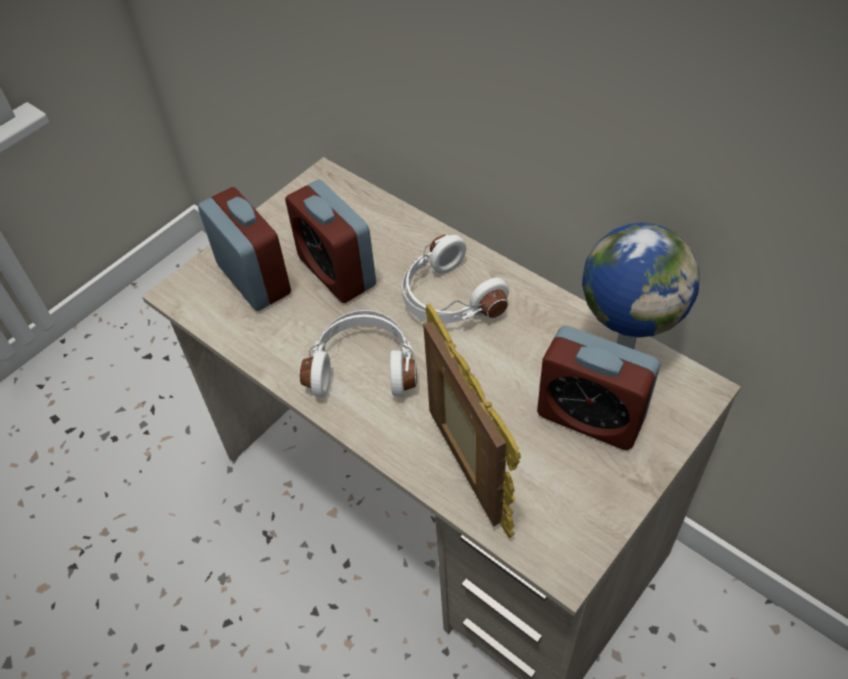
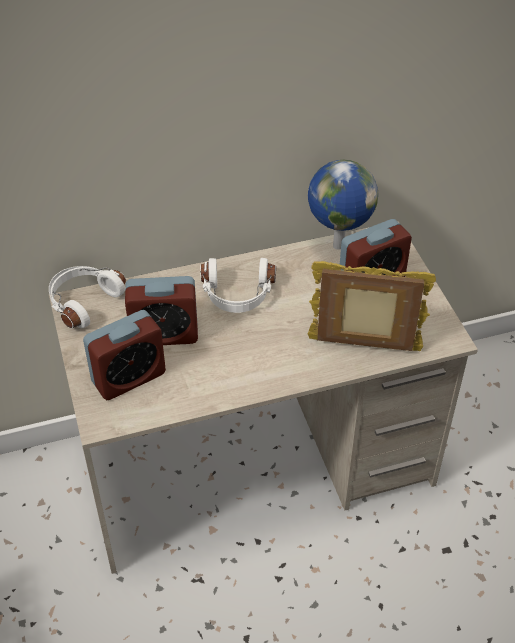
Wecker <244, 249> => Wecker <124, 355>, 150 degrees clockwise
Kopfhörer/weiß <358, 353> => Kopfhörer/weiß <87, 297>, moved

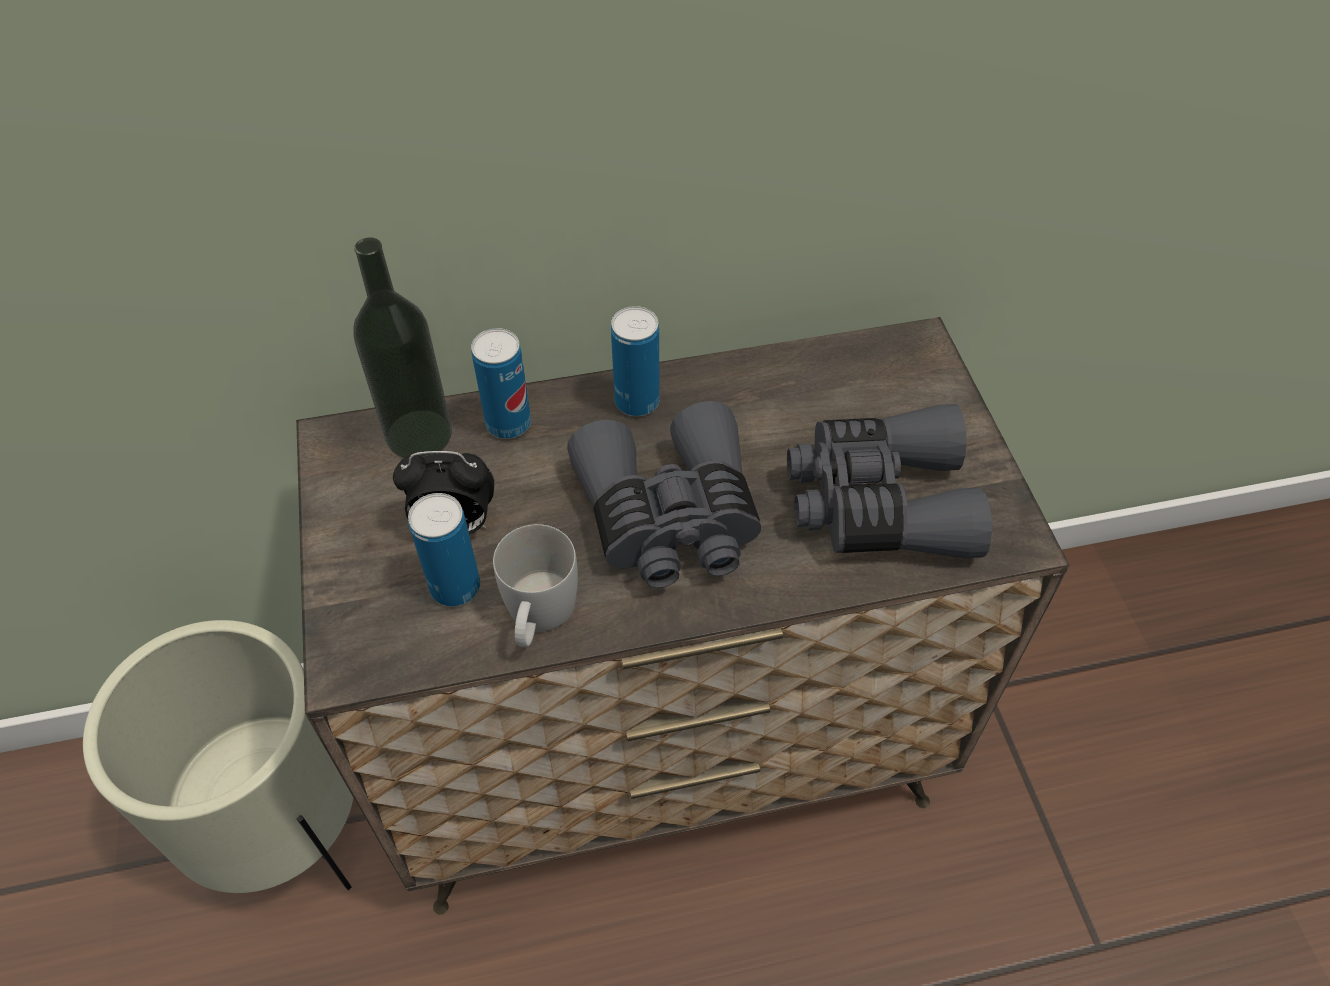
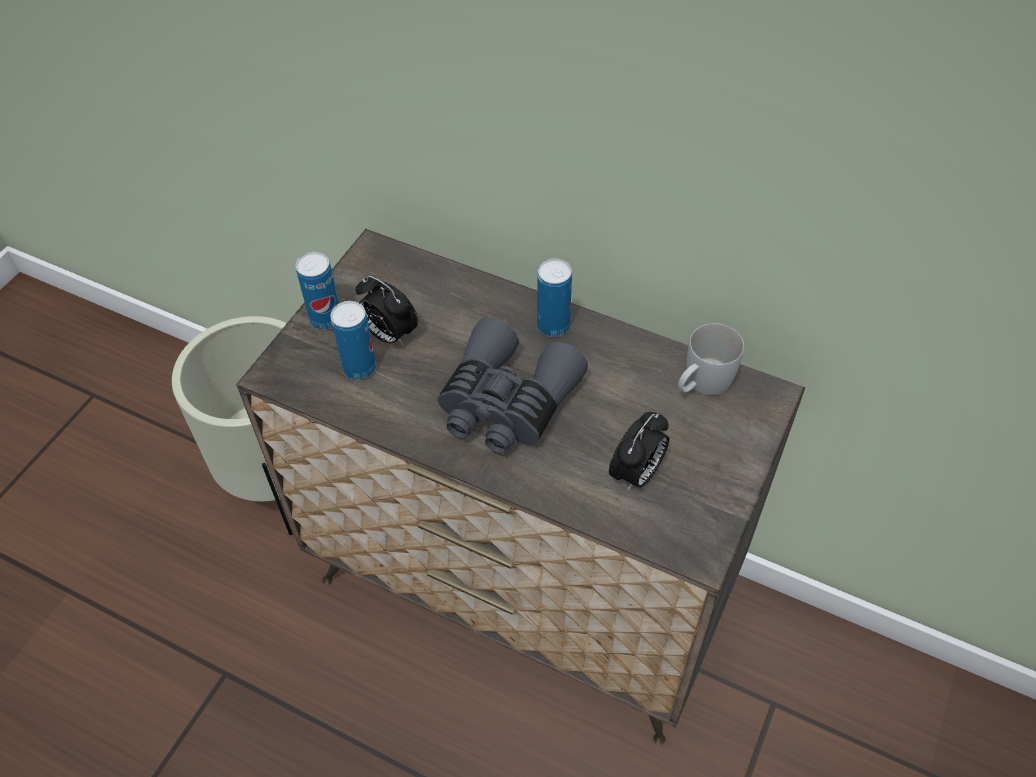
Flasche <402, 347> => nothing
Dose <501, 383> => Dose <317, 291>, moved
Henkelbecher/weiß <535, 585> => Henkelbecher/weiß <711, 359>, moved
Fernglas/grau <889, 481> => Wecker <639, 451>

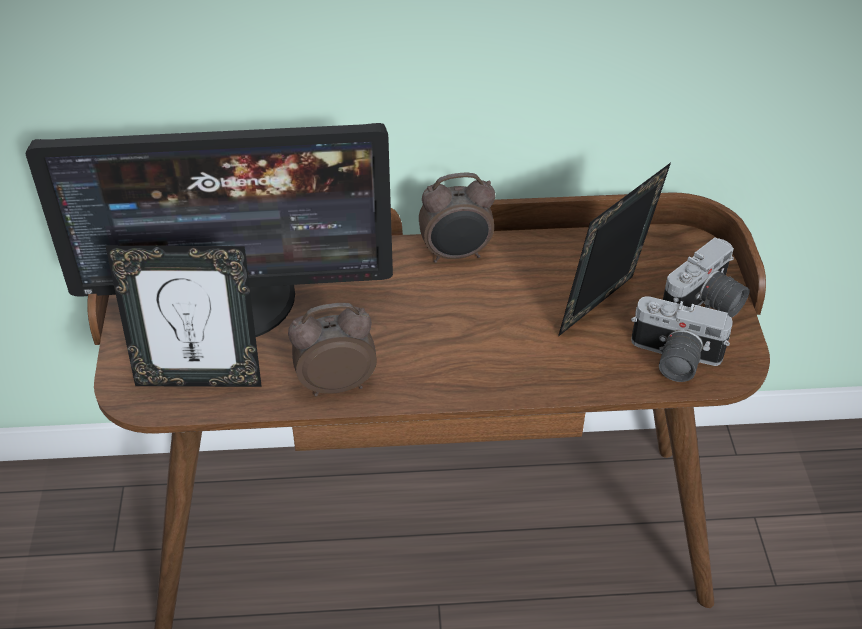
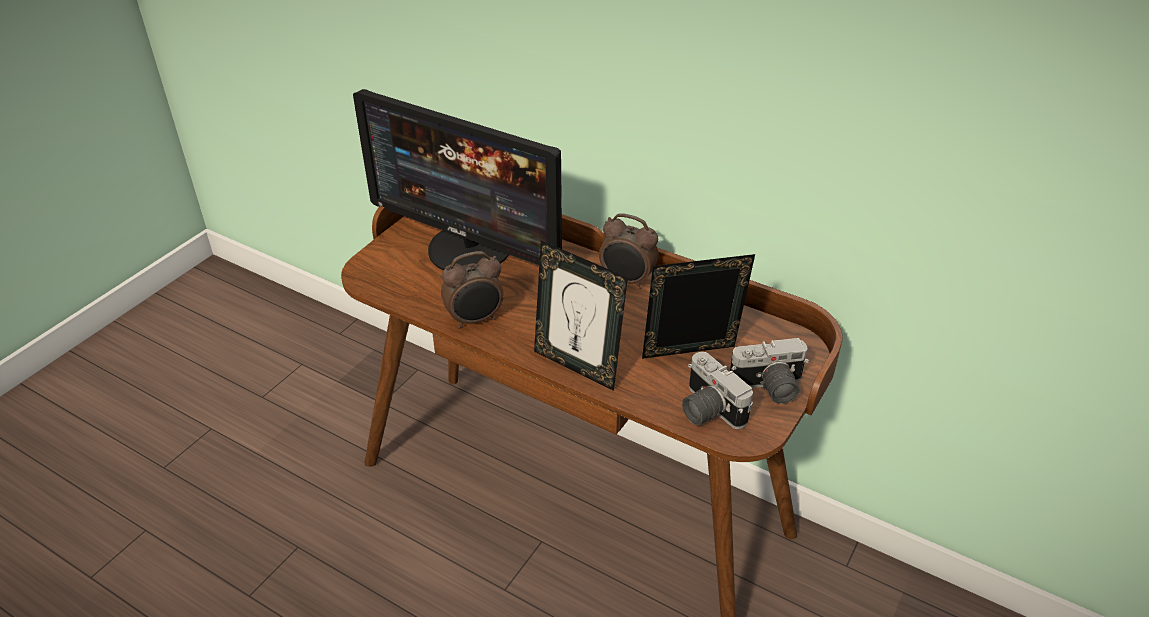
Bilderrahmen <184, 316> => Bilderrahmen <581, 315>, moved
Wecker <332, 349> => Wecker <472, 290>, 135 degrees clockwise

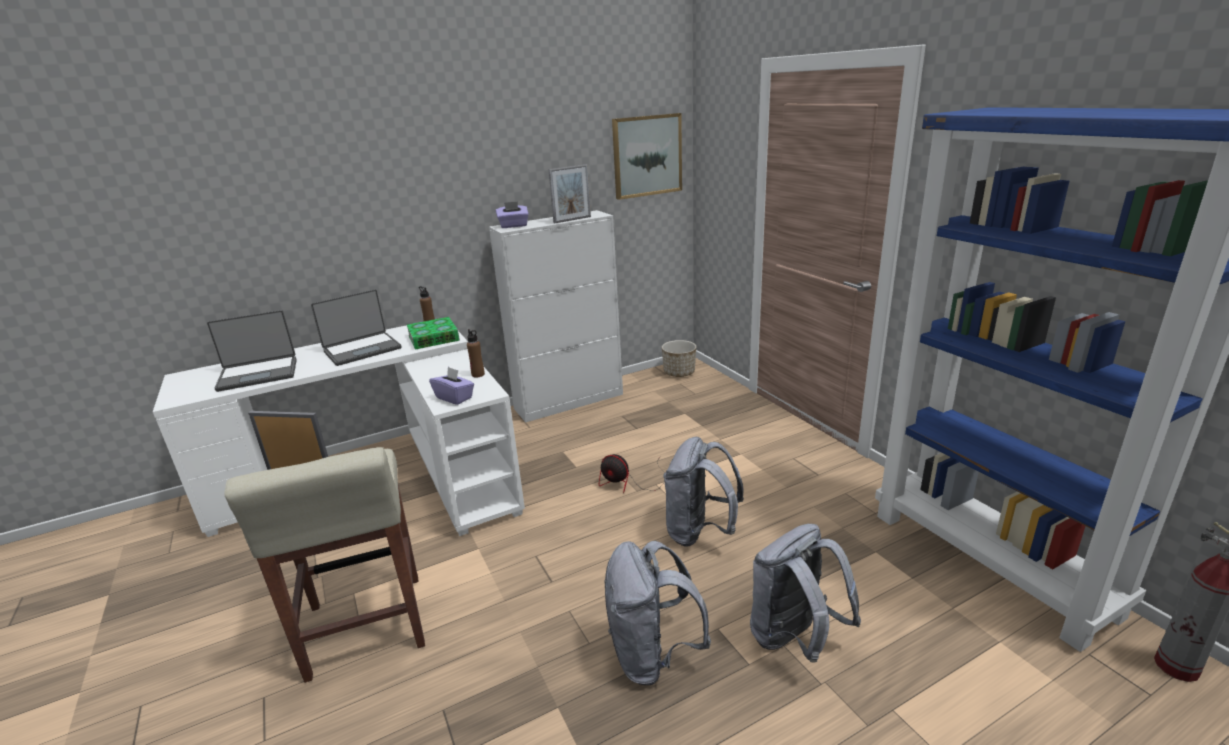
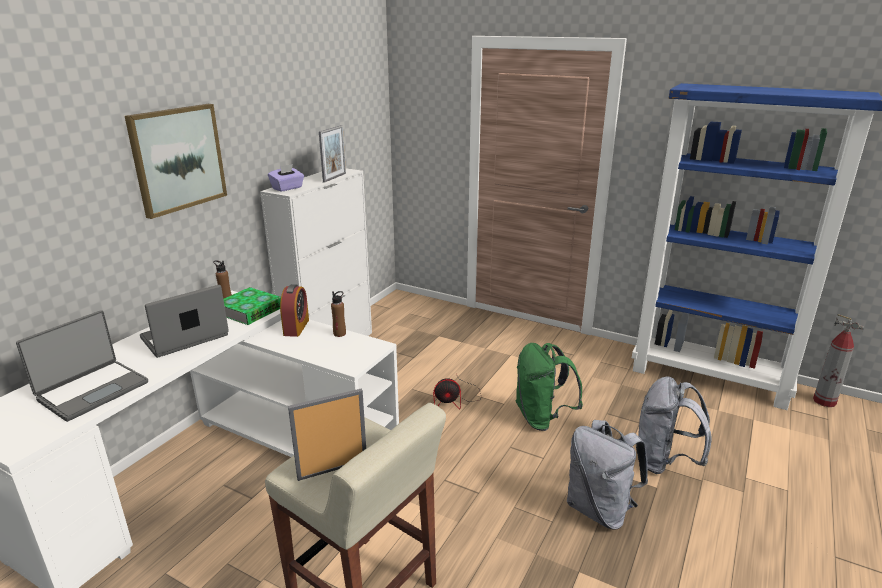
Laptop <356, 327> => Laptop <184, 321>, 150 degrees counterclockwise
Taschentuchbox/lila <451, 386> => nothing
Bild <647, 156> => Bild <176, 161>, moved
Pflanzkübel <679, 358> => nothing
Rucksack/grau <703, 492> => Rucksack/grün <549, 387>
nothing => Wecker <294, 310>

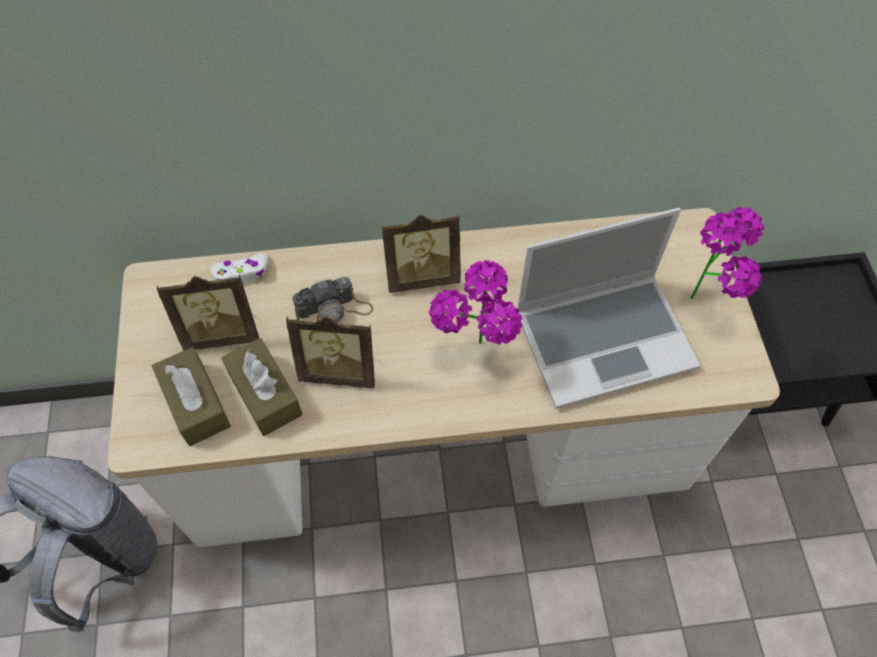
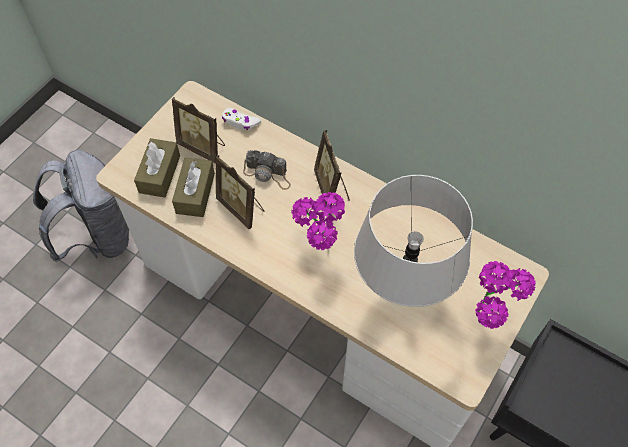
Bilderrahmen <421, 253> => Bilderrahmen <332, 168>, 45 degrees clockwise
Laptop <609, 308> => Tischlampe/grau <413, 241>

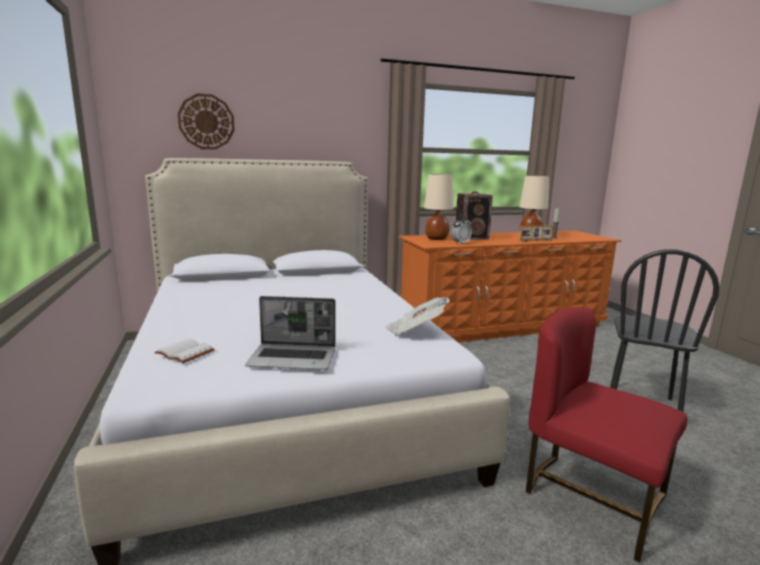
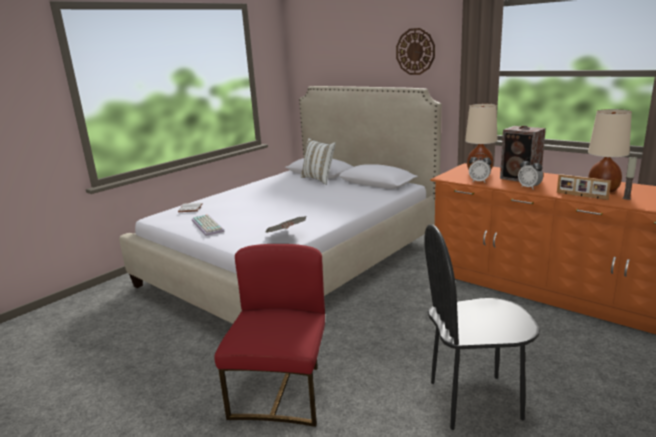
Wanduhr <206, 121> => Wanduhr <415, 51>, moved
Laptop <290, 333> => Tastatur <208, 225>
nothing => Kissen/weiß <318, 161>
nothing => Wecker <530, 173>

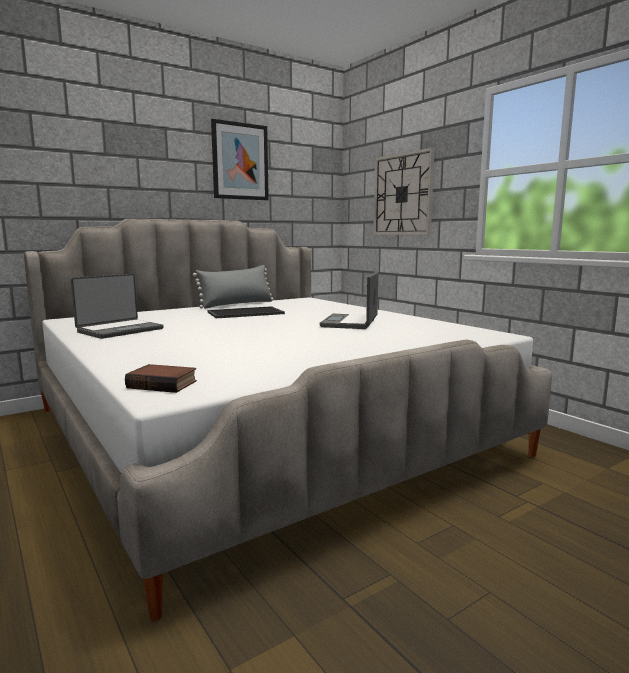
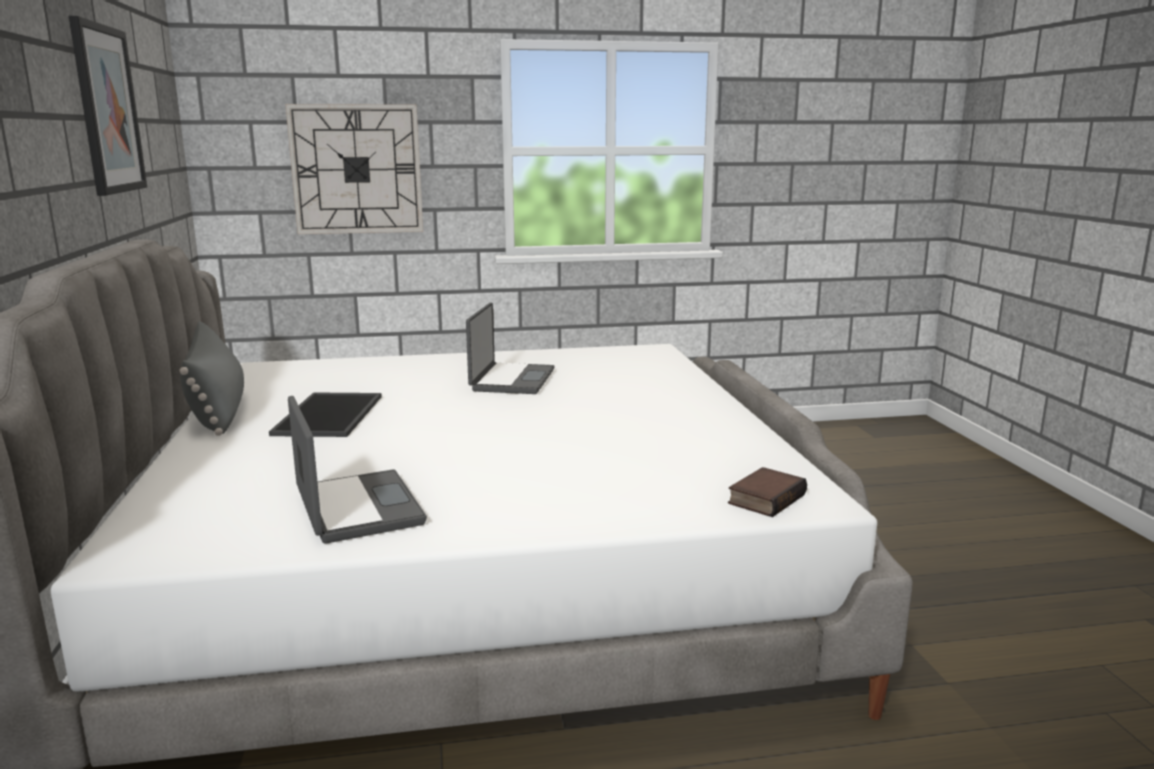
Laptop <348, 300> => Laptop <510, 348>, 120 degrees counterclockwise

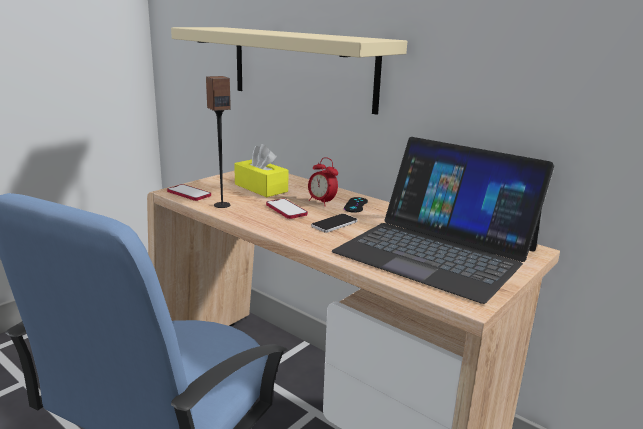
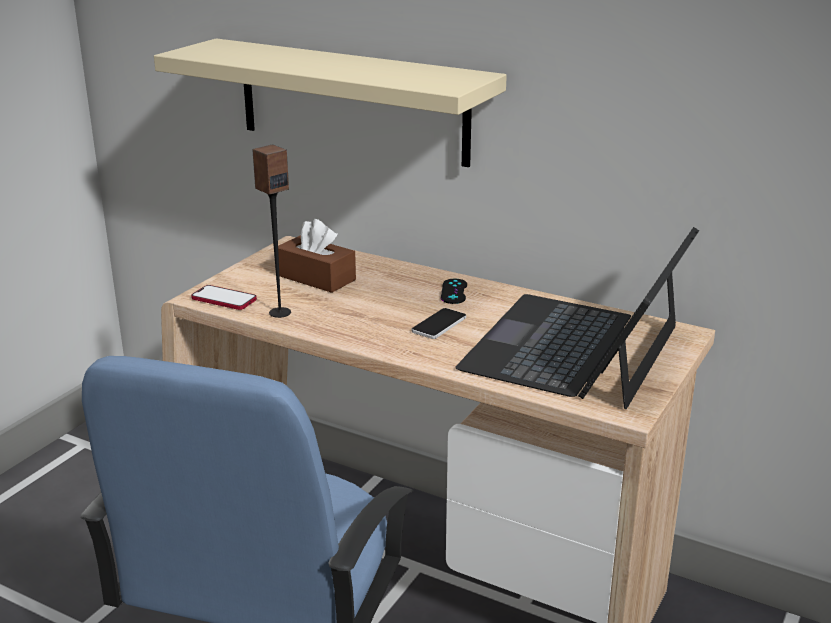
Taschentuchbox/gelb <261, 170> => Taschentuchbox/braun <317, 256>
Handy <287, 209> => nothing
Wecker <323, 181> => nothing
Laptop <443, 220> => Laptop <577, 318>, 90 degrees clockwise

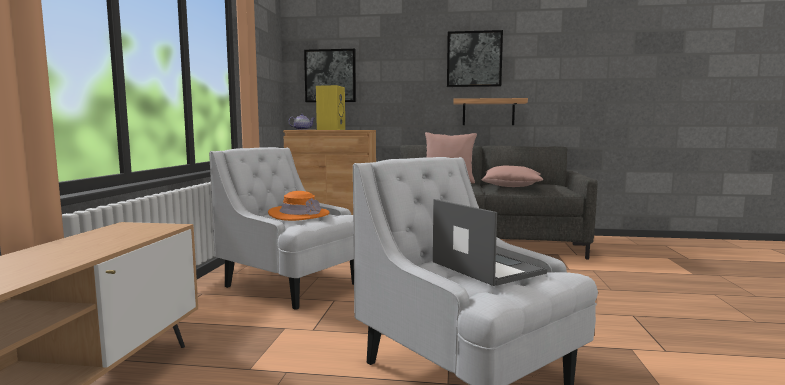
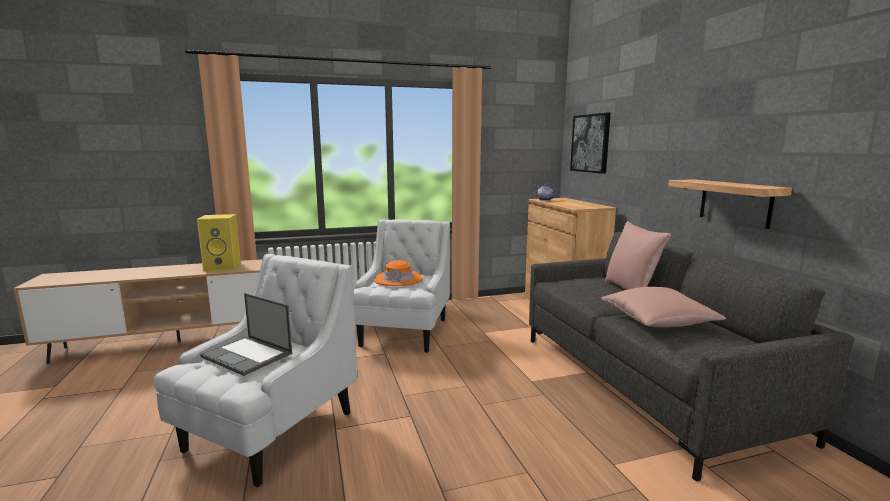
Lautsprecher/gelb <330, 107> => Lautsprecher/gelb <219, 243>, moved
Laptop <490, 242> => Laptop <246, 334>, 90 degrees clockwise
Bild <475, 58> => nothing

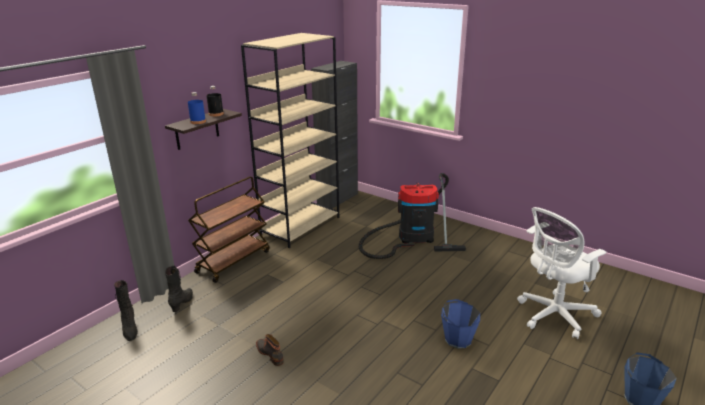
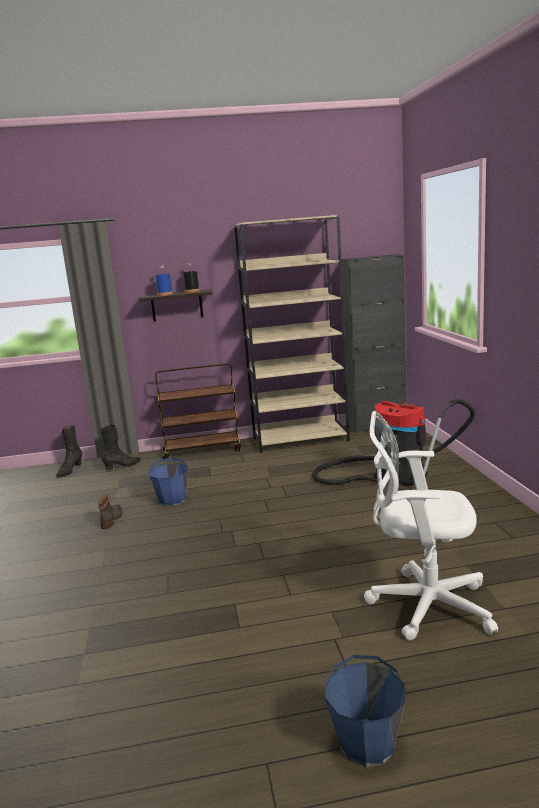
Eimer/blau <460, 324> => Eimer/blau <168, 482>, moved

